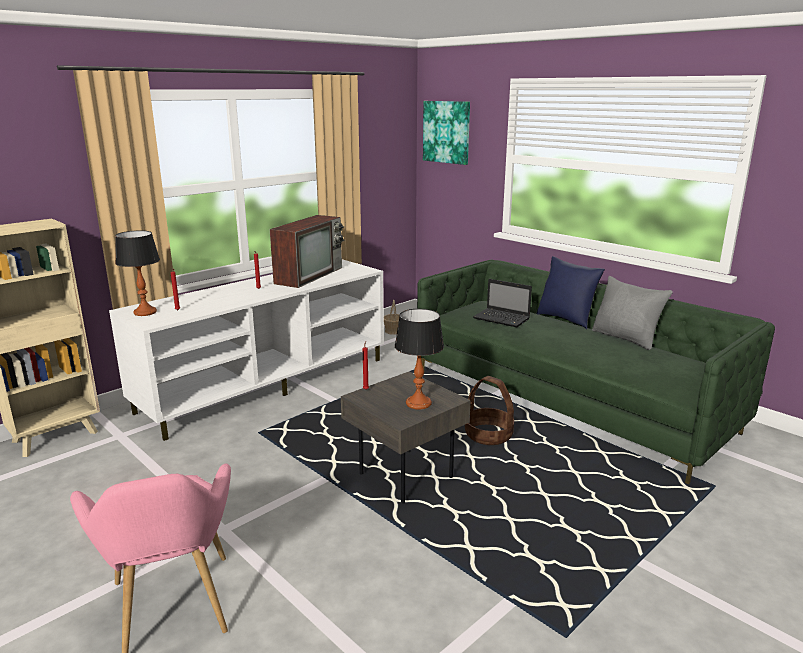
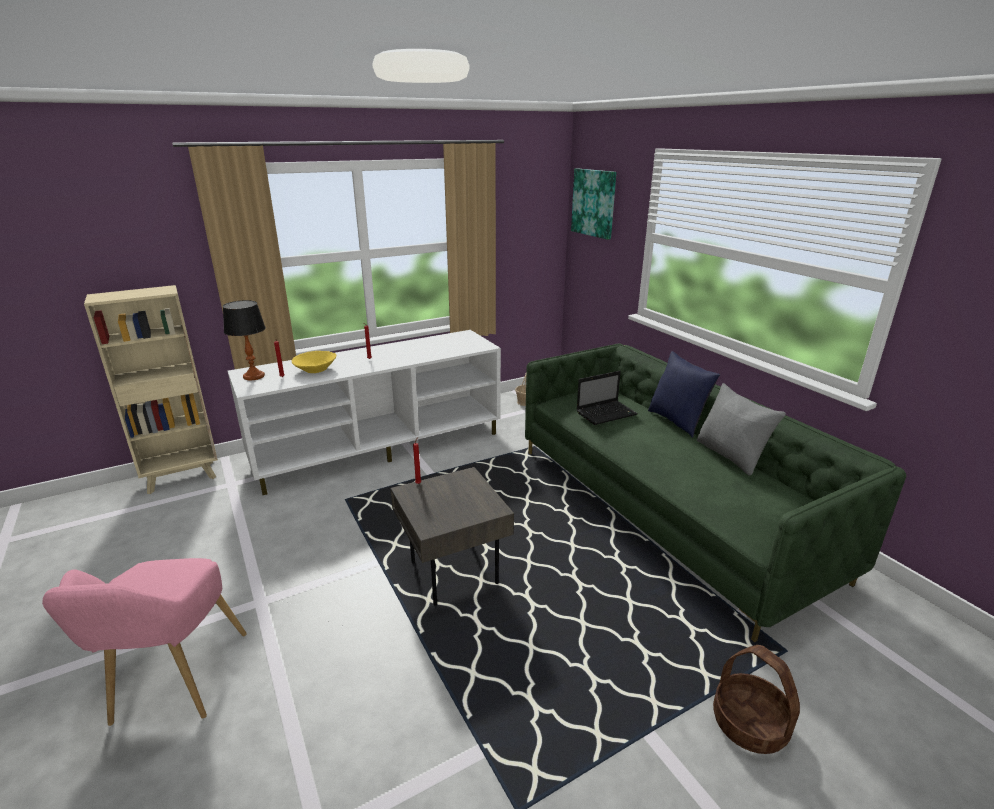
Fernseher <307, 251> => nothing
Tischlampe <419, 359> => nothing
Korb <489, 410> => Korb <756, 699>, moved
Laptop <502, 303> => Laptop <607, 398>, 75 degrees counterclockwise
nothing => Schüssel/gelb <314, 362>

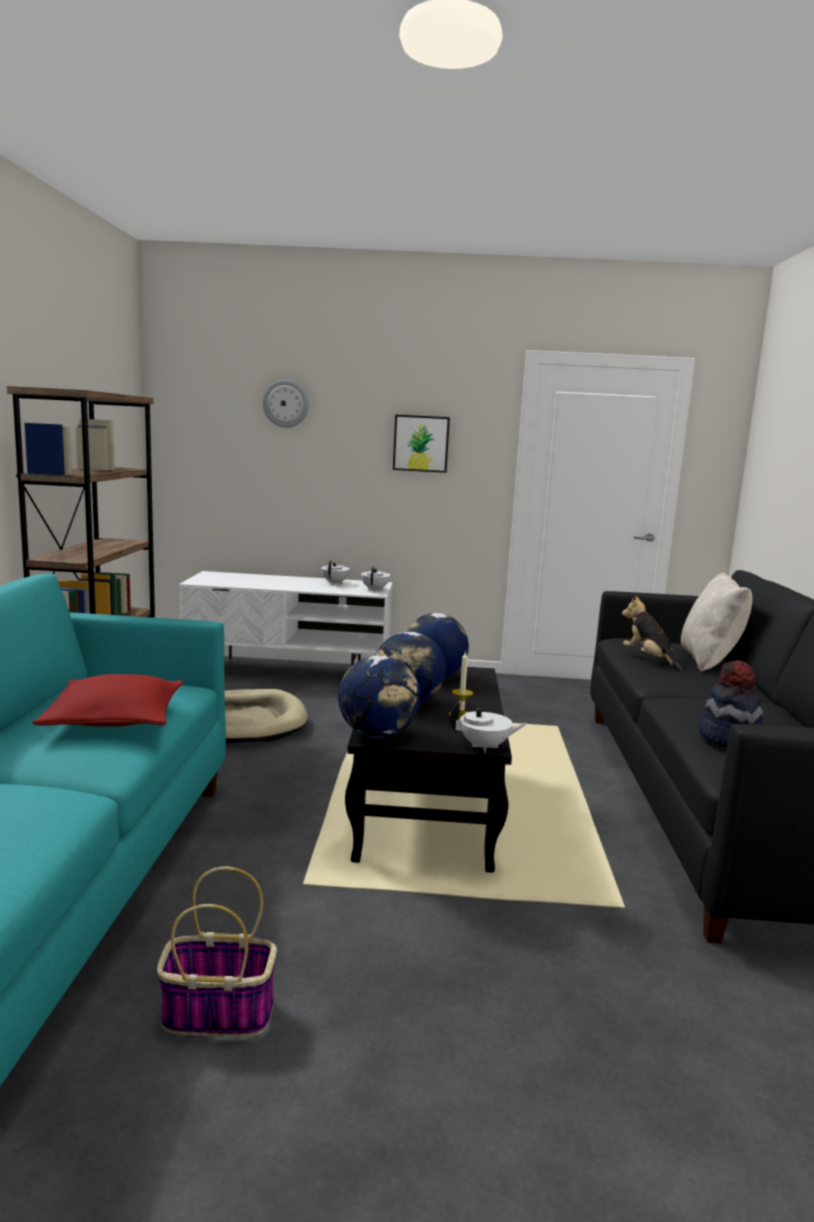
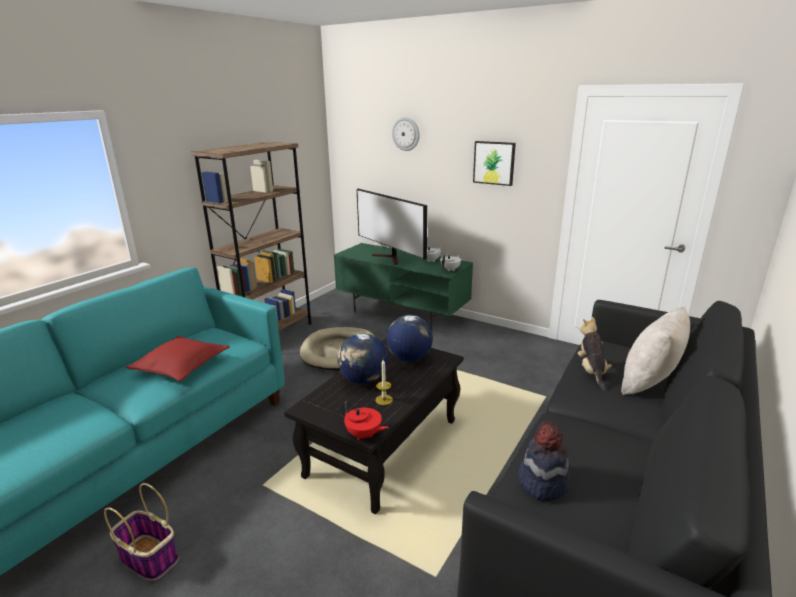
Fernsehschrank/weiß <286, 618> => Fernsehschrank/grün <403, 286>
Globus <379, 697> => nothing
Teekanne/weiß <489, 727> => Teekanne/rot <364, 420>
nothing => Fernseher <392, 227>

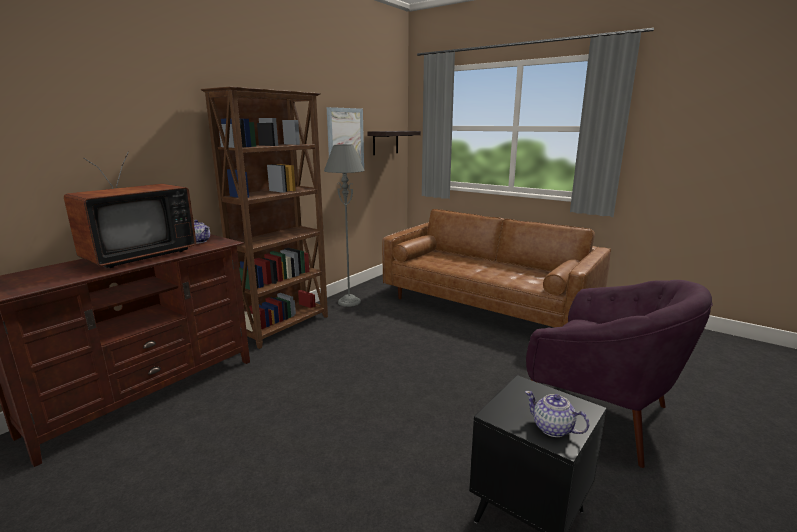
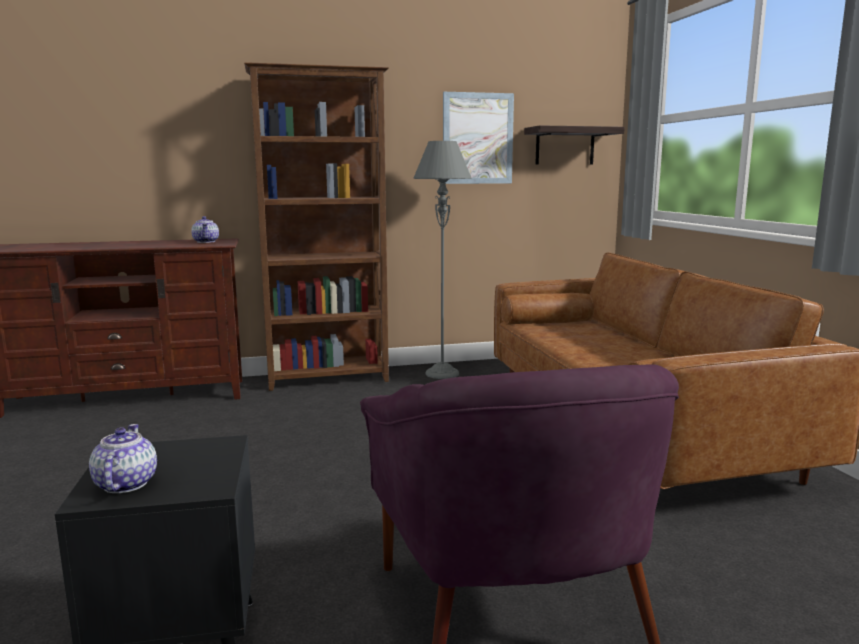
Fernseher <130, 210> => nothing

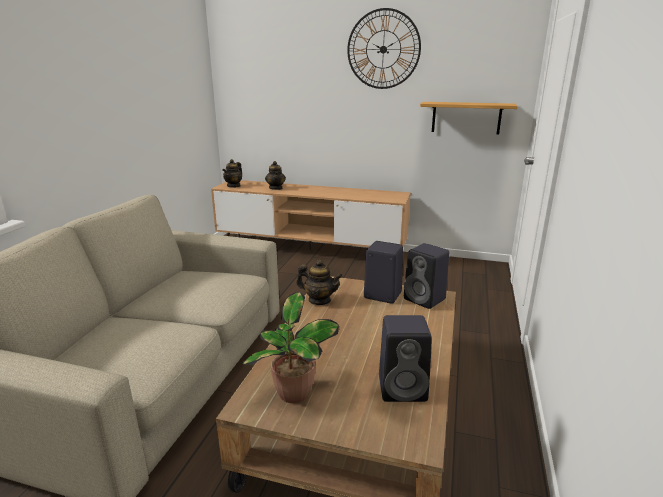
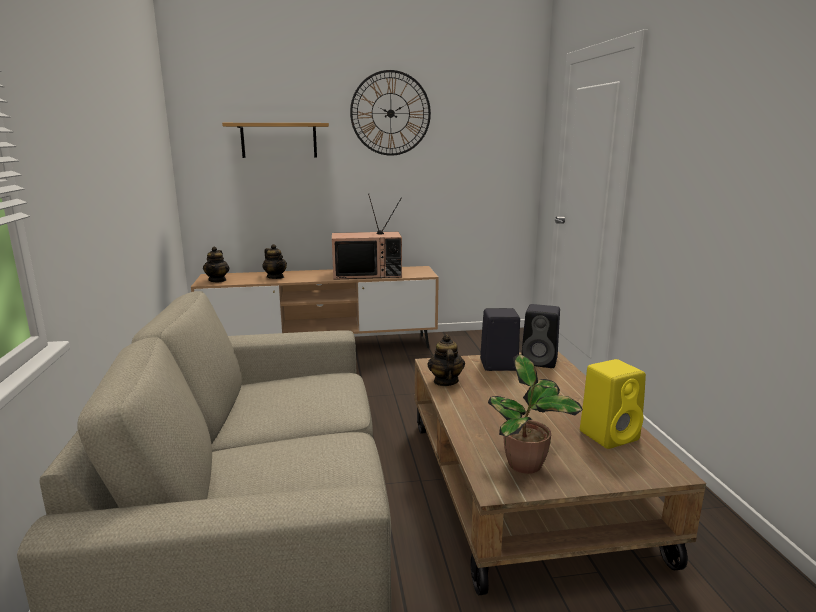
Teekanne <319, 282> => Teekanne <446, 360>, 90 degrees counterclockwise
Lautsprecher/schwarz <405, 358> => Lautsprecher/gelb <613, 404>
Wandregal <469, 118> => Wandregal <275, 140>, moved
nothing => Fernseher <367, 236>

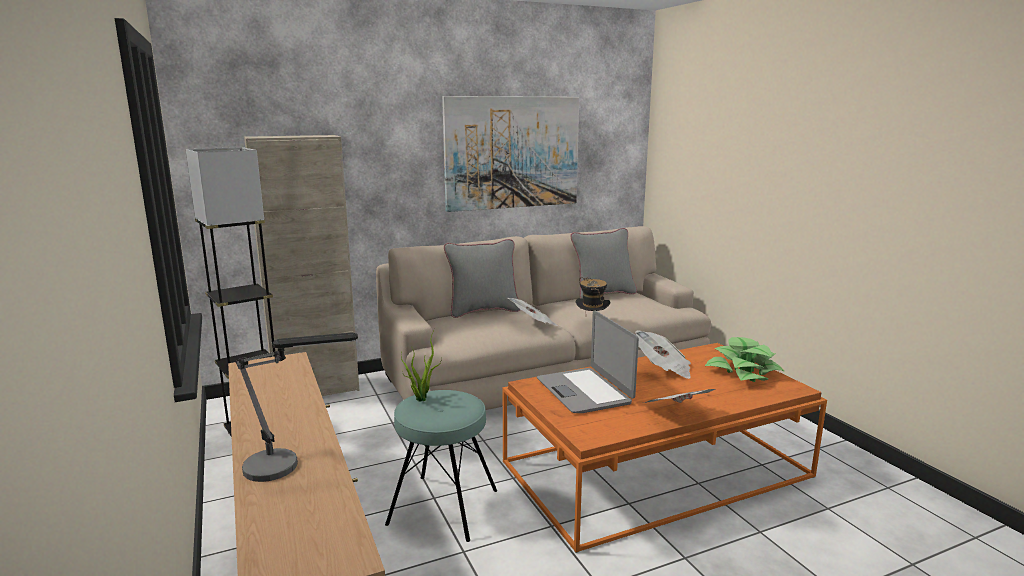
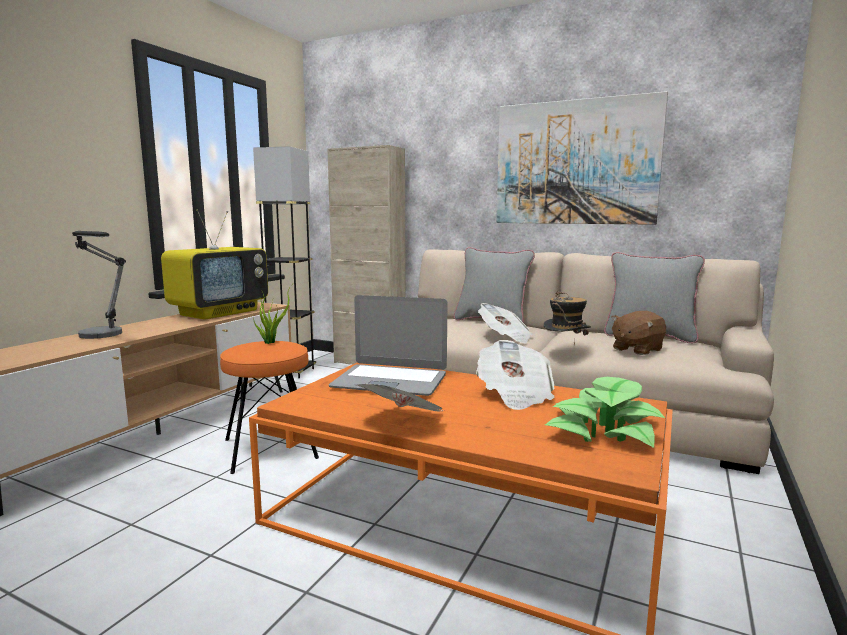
Hocker/türkis <441, 466> => Hocker/orange <269, 407>
Laptop <588, 362> => Laptop <388, 345>, 105 degrees counterclockwise
nothing => Fernseher <214, 264>
nothing => Plüschtier/braun <638, 333>

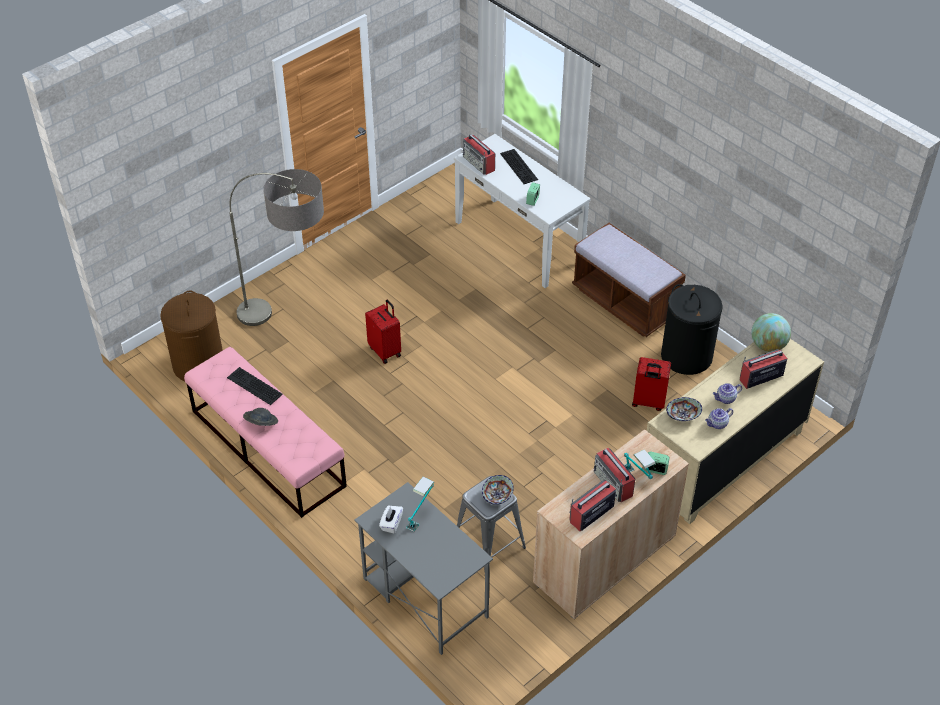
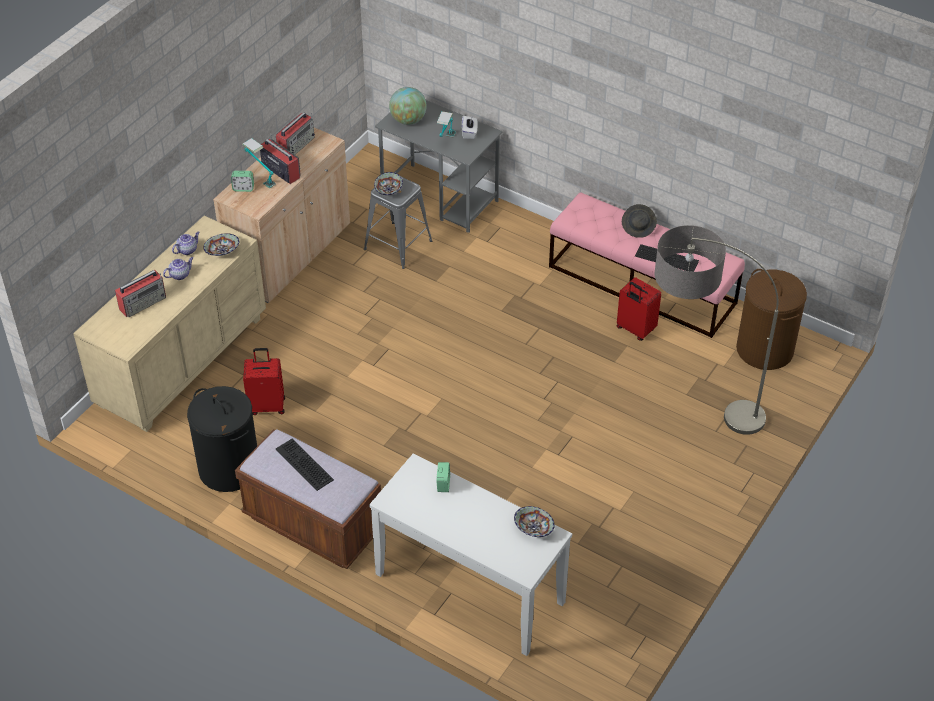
Koffer/rot <383, 332> => Koffer/rot <639, 309>, moved
Radio <479, 154> => Schüssel <534, 521>
Tastatur <519, 166> => Tastatur <305, 465>, moved
Globus <771, 332> => Globus <408, 106>, moved

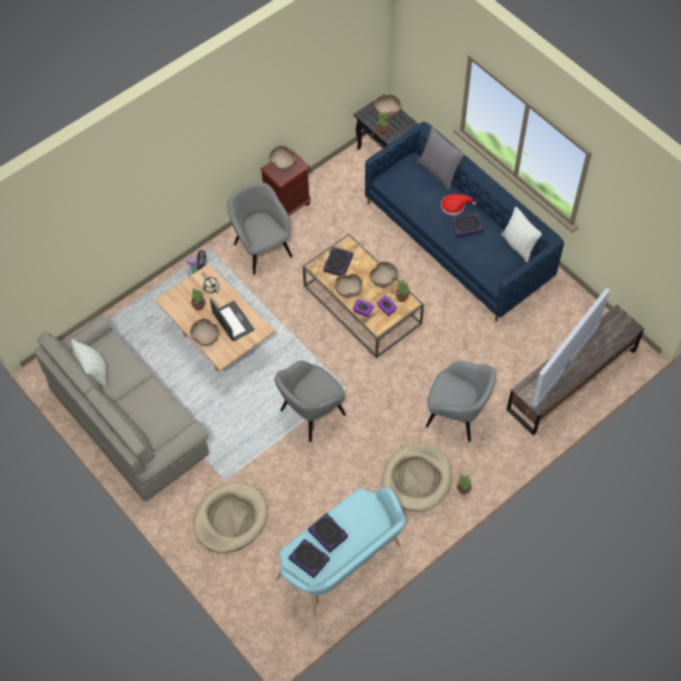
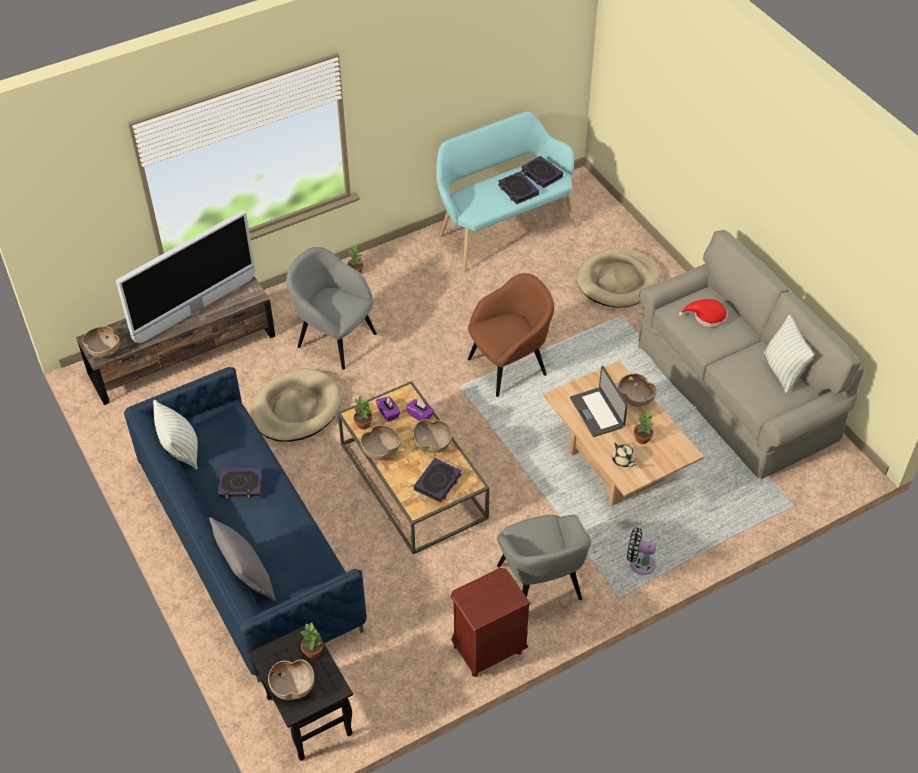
Schüssel/braun <282, 158> => Schüssel/braun <101, 342>, moved
Sessel/grau <310, 401> => Sessel/braun <511, 335>
Hundebett/beige <417, 477> => Hundebett/beige <296, 405>, moved
Hut/rot <458, 205> => Hut/rot <703, 313>, moved

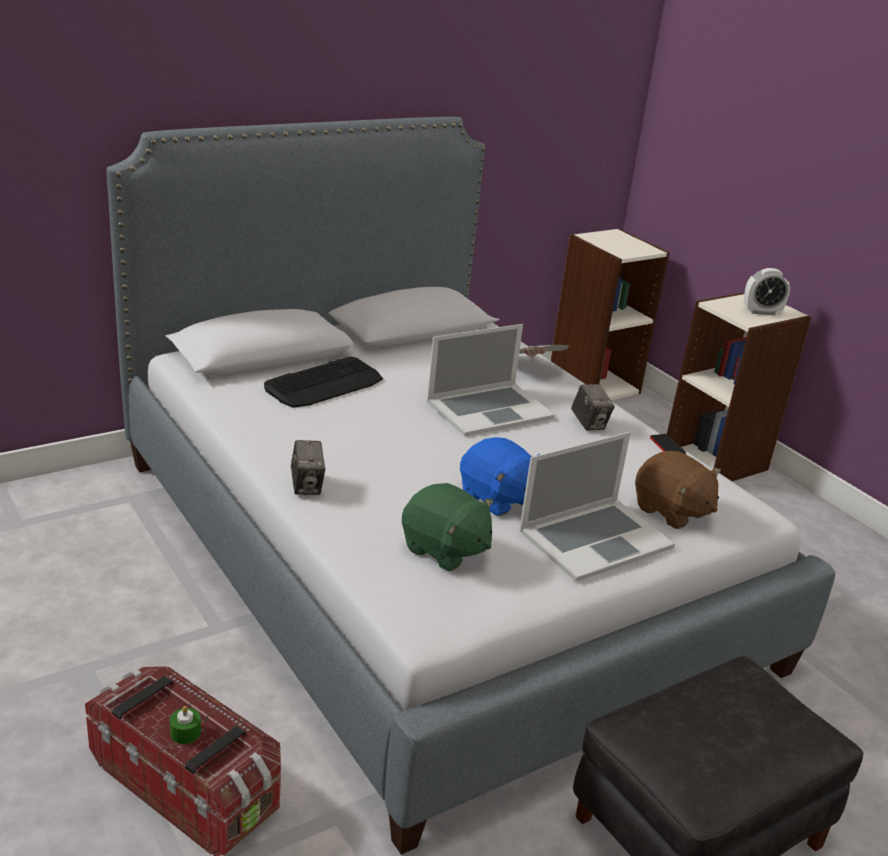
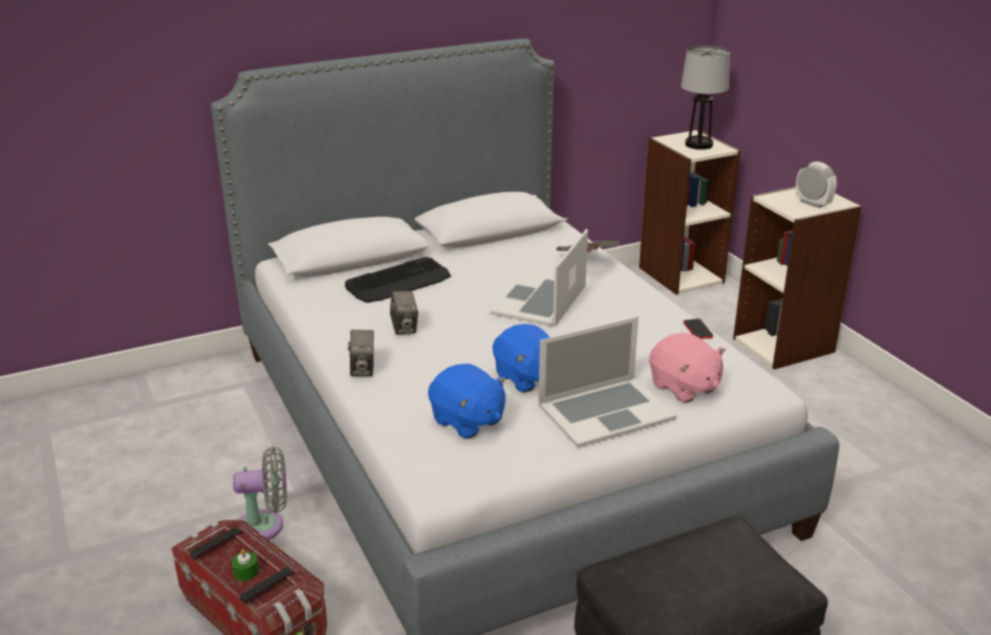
Plüschtier/grün <447, 527> => Plüschtier/blau <467, 401>
Laptop <491, 380> => Laptop <539, 278>, 135 degrees clockwise
Kamera <593, 407> => Kamera <404, 312>, moved
Plüschtier/braun <678, 490> => Plüschtier/rosa <687, 368>
Wecker <767, 291> => Wecker <816, 184>, 135 degrees counterclockwise
nothing => Ventilator/grau <260, 493>
nothing => Tischlampe <705, 98>

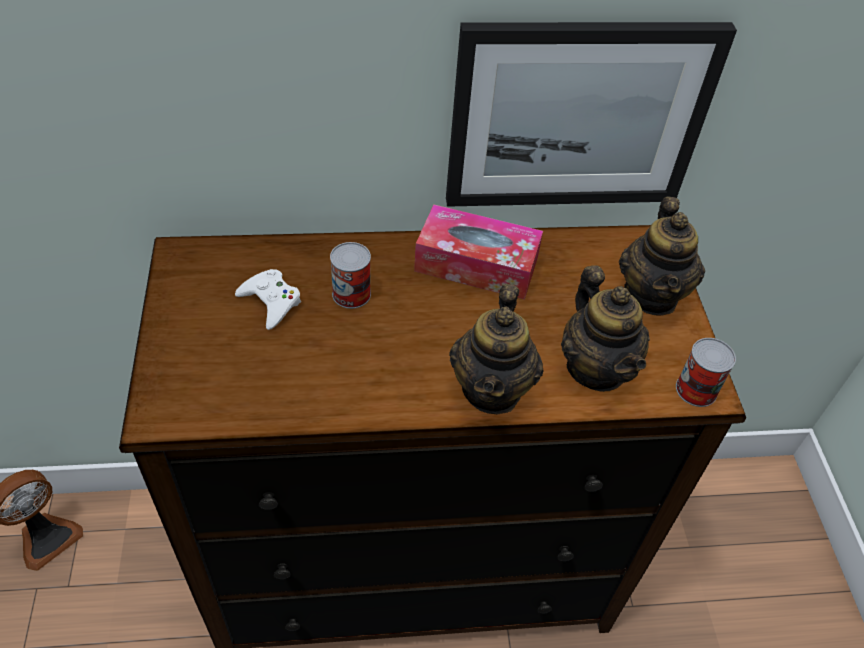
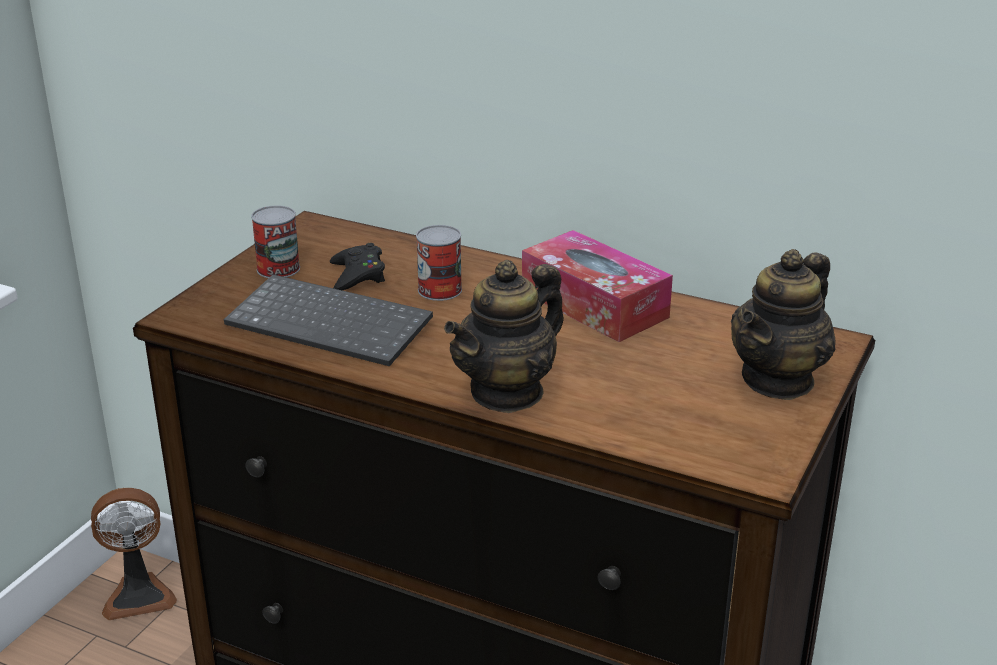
Gamepad/weiß <268, 299> => Gamepad/schwarz <357, 266>
Bild <591, 114> => nothing
Teekanne <605, 328> => nothing
Dose <706, 372> => Dose <275, 241>, moved
nothing => Tastatur <328, 320>

